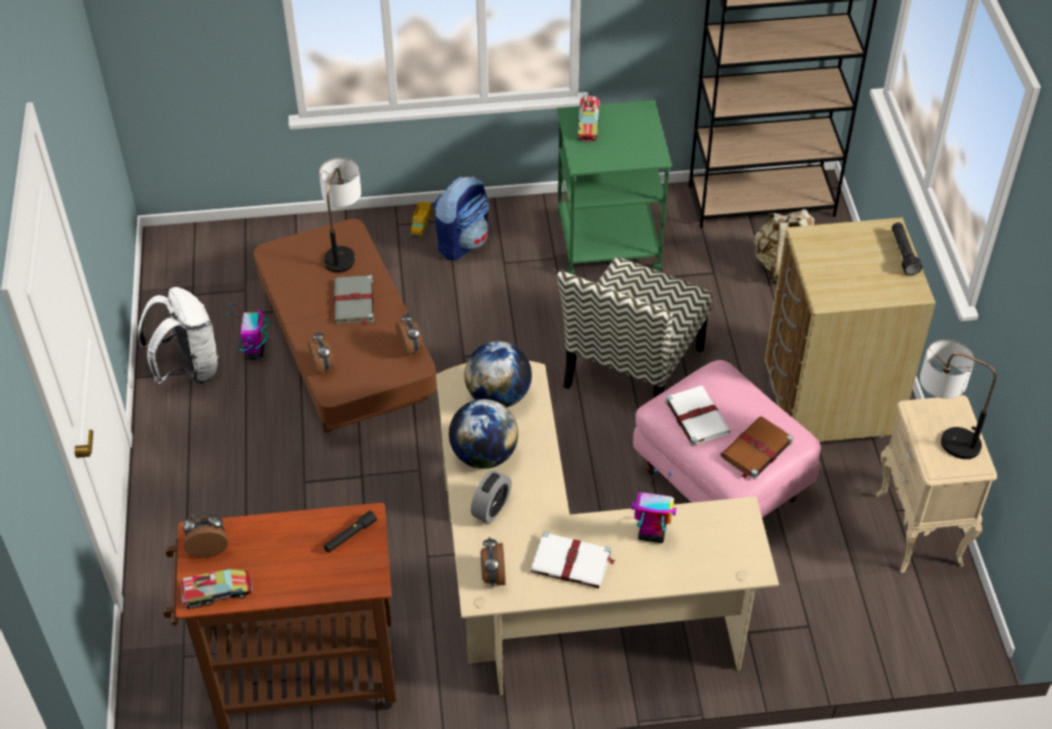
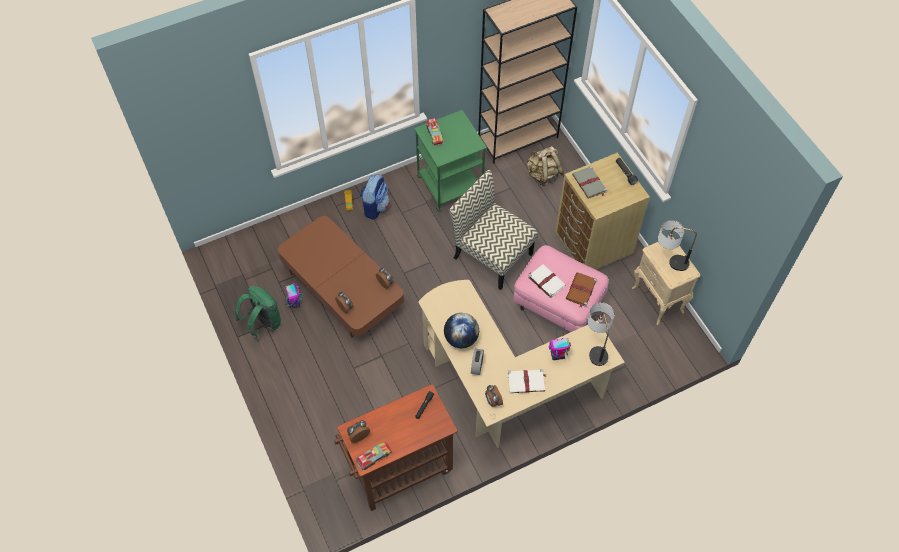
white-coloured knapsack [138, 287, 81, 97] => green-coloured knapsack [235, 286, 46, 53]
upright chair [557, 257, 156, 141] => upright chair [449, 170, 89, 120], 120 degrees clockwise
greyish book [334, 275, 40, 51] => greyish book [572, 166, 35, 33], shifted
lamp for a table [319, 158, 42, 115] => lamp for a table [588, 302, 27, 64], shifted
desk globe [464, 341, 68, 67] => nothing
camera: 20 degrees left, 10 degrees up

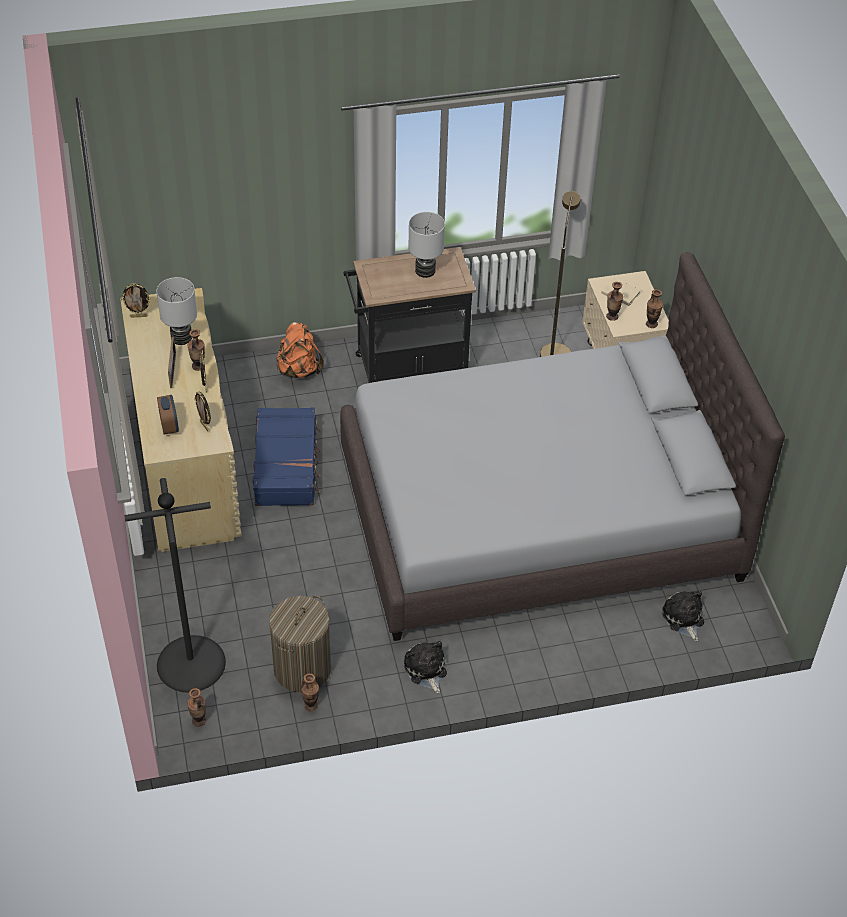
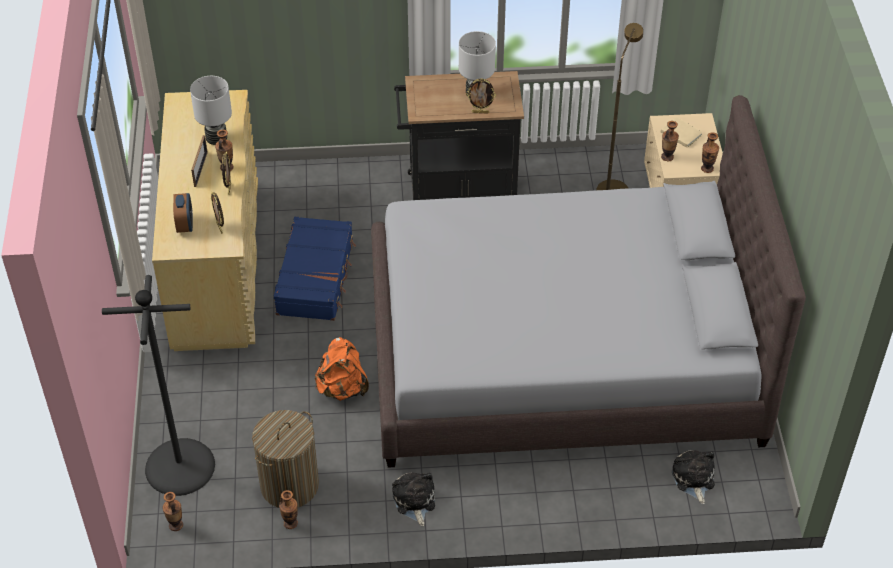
orange knapsack [276, 322, 48, 56] => orange knapsack [315, 337, 54, 64], shifted
picture frame [121, 283, 30, 34] => picture frame [466, 78, 30, 36], shifted
camera: 10 degrees right, 0 degrees up

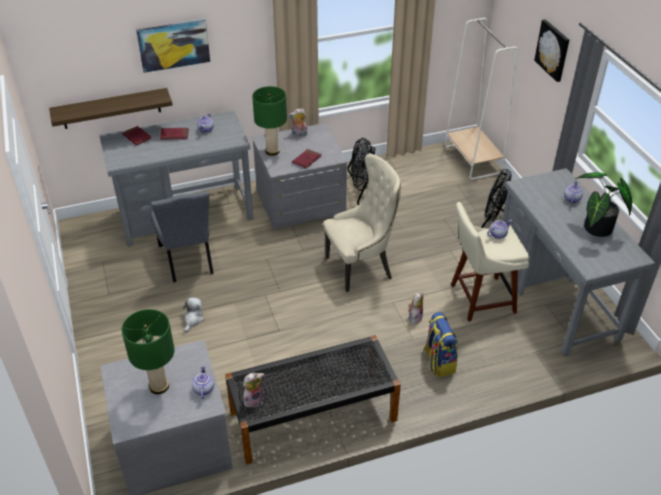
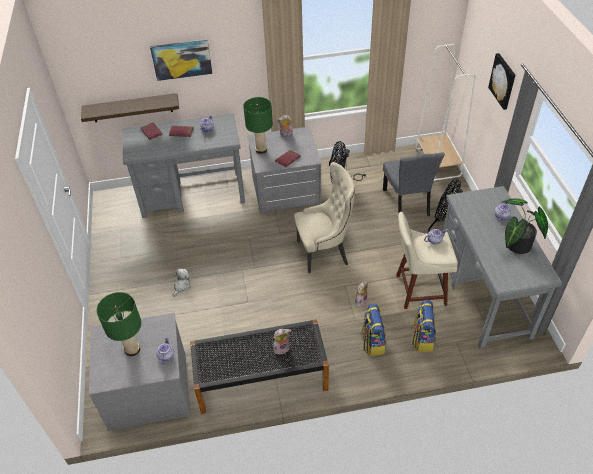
cuddly toy [243, 373, 22, 35] => cuddly toy [273, 329, 18, 25], shifted
greyish upright chair [150, 191, 64, 92] => greyish upright chair [383, 152, 62, 64], shifted
nothing => knapsack [411, 300, 25, 52]
camera: 10 degrees right, 5 degrees up

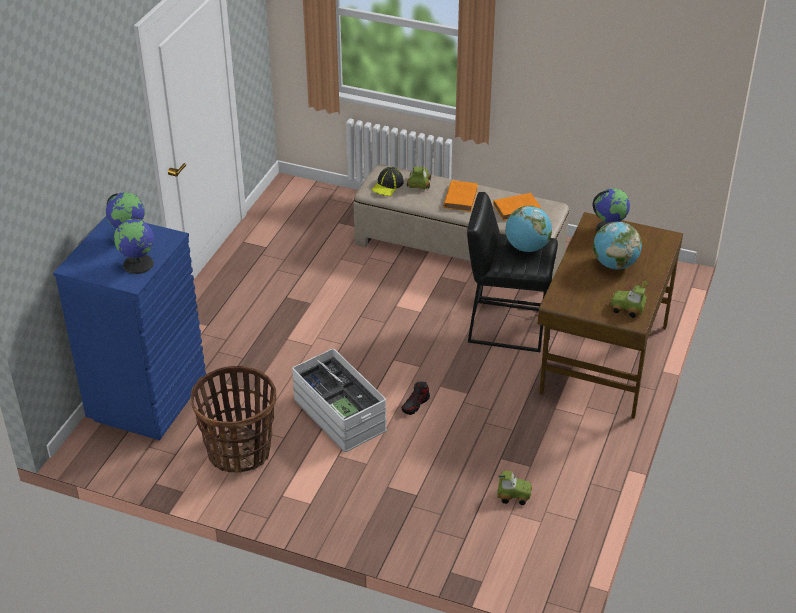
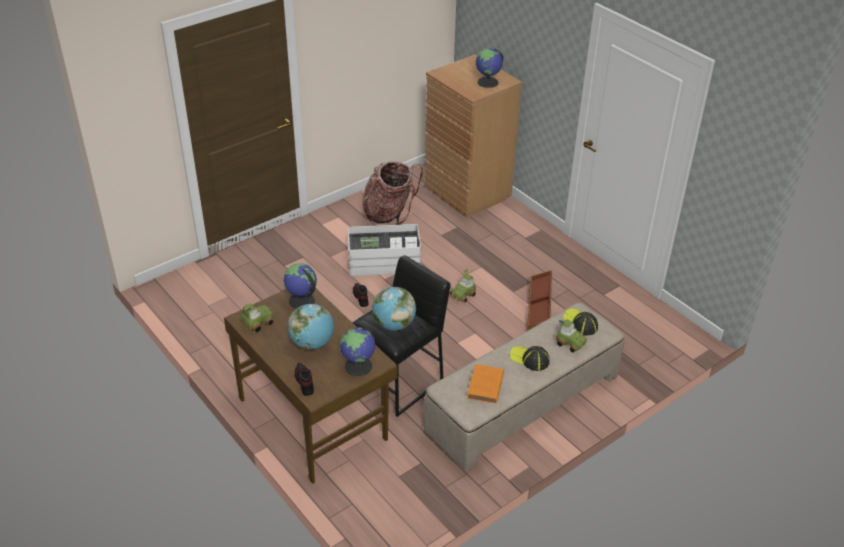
desk globe [114, 217, 40, 57] => desk globe [283, 263, 34, 46], shifted
nothing => low shoe [295, 363, 19, 33]
storage basket [191, 366, 85, 107] => knapsack [362, 161, 61, 64]
bluish chest of drawers [53, 216, 153, 224] => brown chest of drawers [424, 54, 99, 164]
model car [497, 471, 35, 34] => model car [450, 269, 26, 33], shifted
orange book [443, 180, 35, 31] => peaked cap [510, 346, 40, 25]
nothing => brown storage bin [527, 270, 25, 61]
camera: 120 degrees right, 0 degrees up

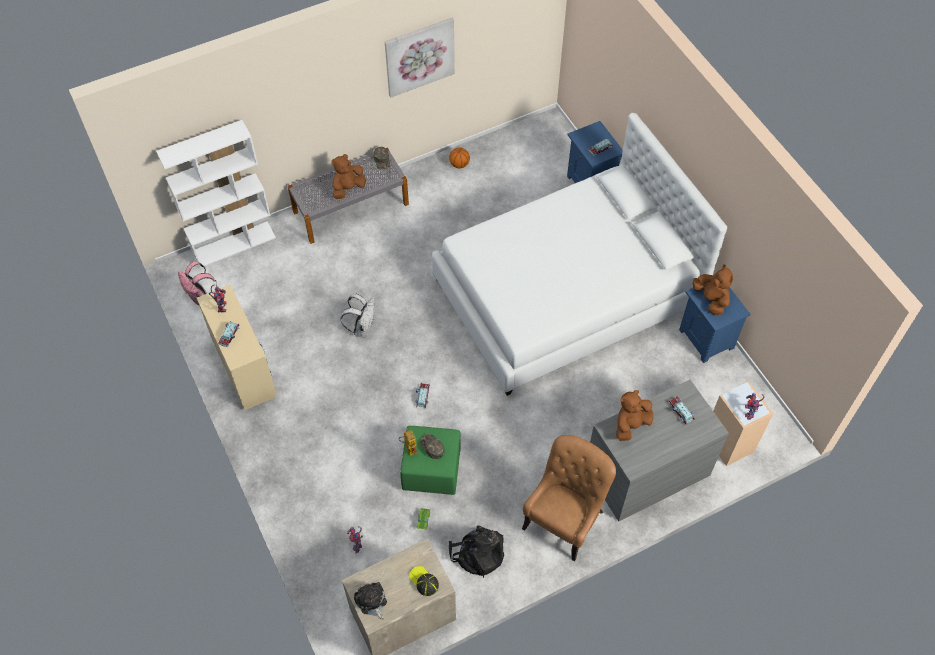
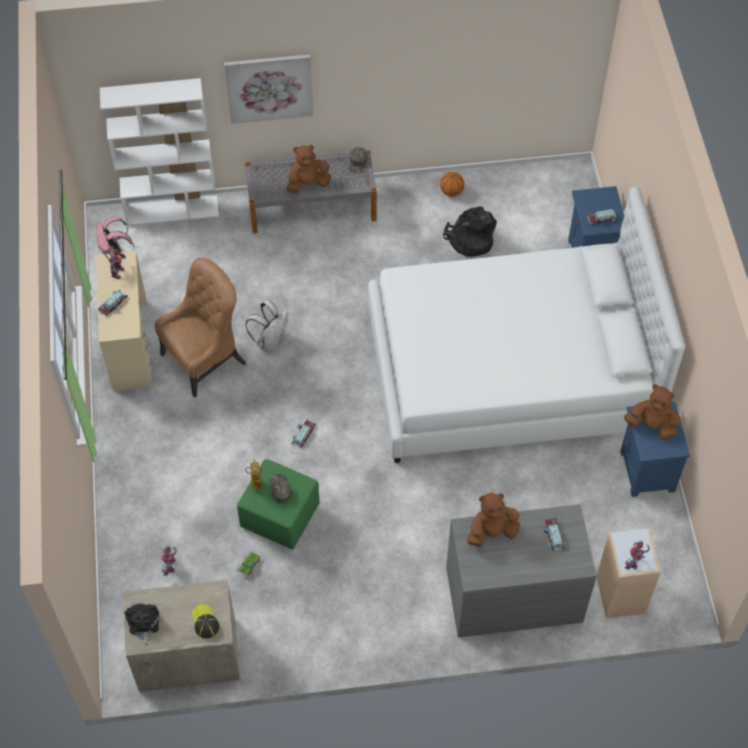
brown upright chair [522, 435, 94, 126] => brown upright chair [155, 258, 91, 140], shifted
wall art [385, 18, 70, 80] => wall art [224, 54, 90, 70], shifted
black knapsack [449, 526, 55, 52] => black knapsack [443, 207, 54, 50], shifted
brown cuddly toy [693, 264, 40, 51] => brown cuddly toy [624, 385, 57, 55], 60 degrees counterclockwise
camera: 20 degrees right, 0 degrees up

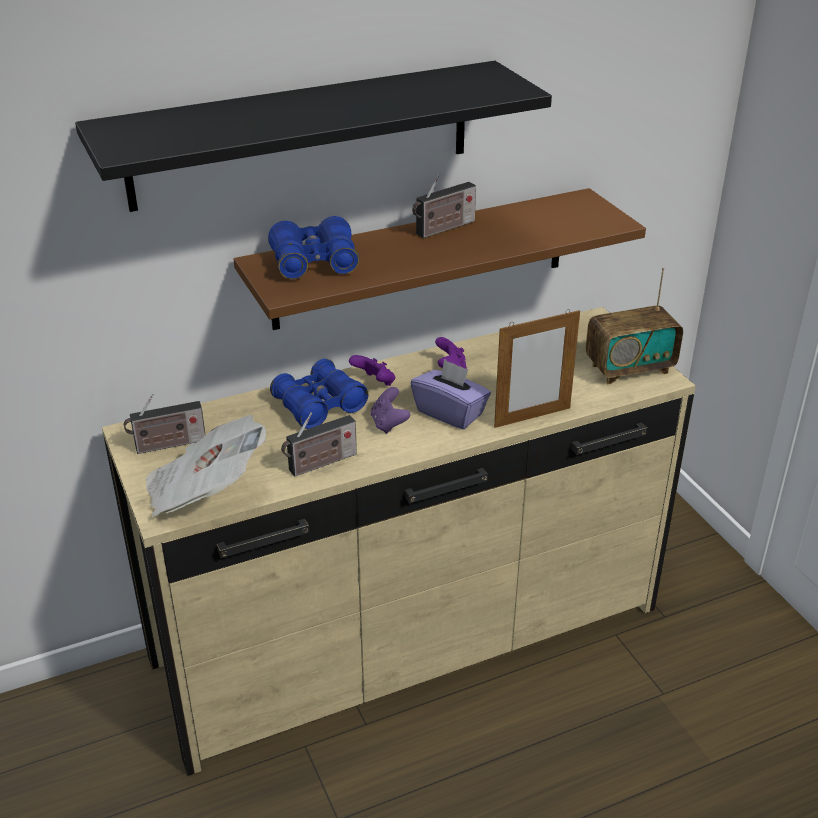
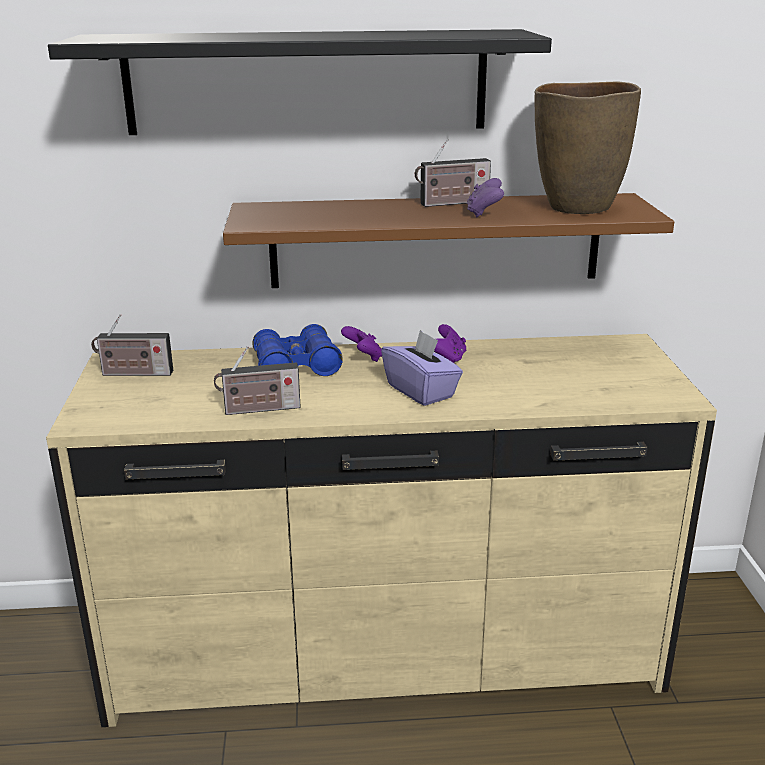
purple-coloured game controller [371, 387, 39, 47] => purple-coloured game controller [467, 178, 37, 39], shifted
nothing => brown decorative vase [534, 82, 107, 132]
newspaper [145, 415, 121, 102] => nothing
bluish field glasses [268, 216, 91, 63] => nothing
picture frame [494, 309, 86, 119] => nothing
radio set [586, 267, 97, 118] => nothing
camera: 20 degrees right, 10 degrees down

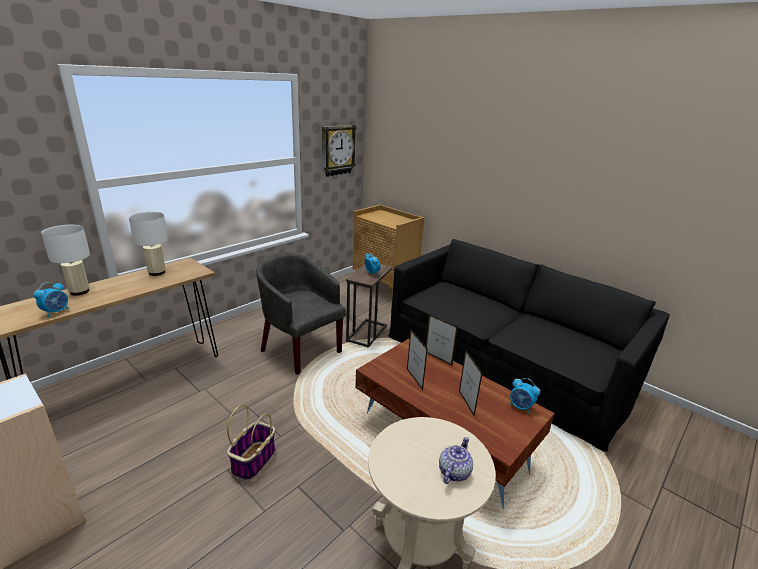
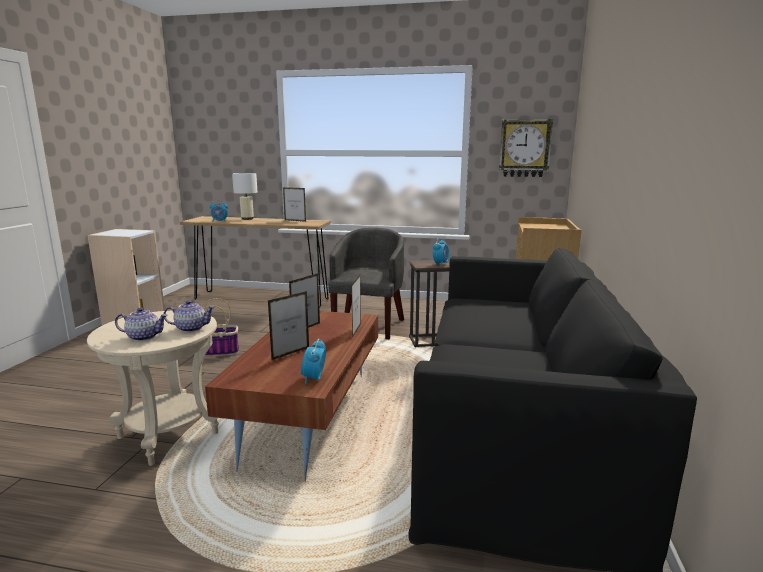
nothing => teapot [164, 300, 51, 32]
white-coloured lamp for a table [129, 212, 39, 64] => picture frame [283, 187, 23, 35]
camera: 60 degrees right, 10 degrees down

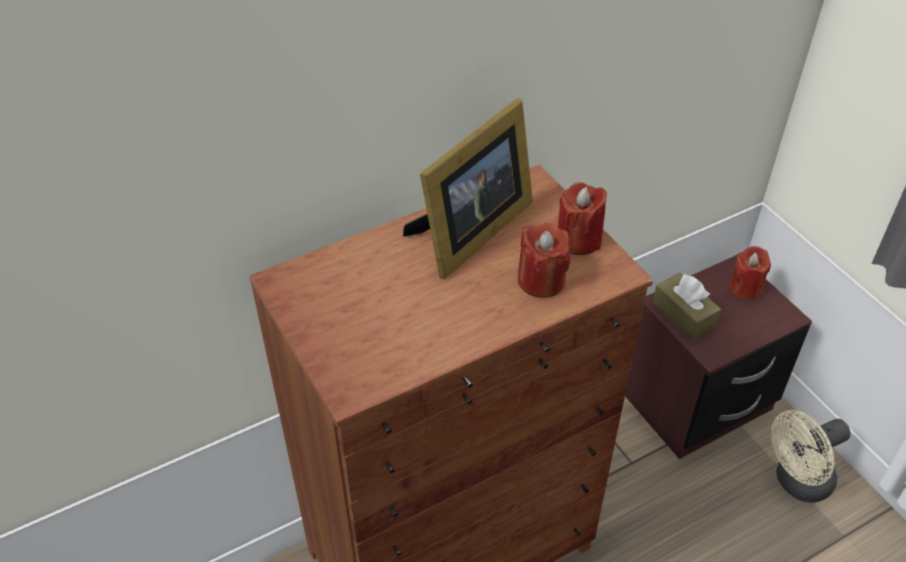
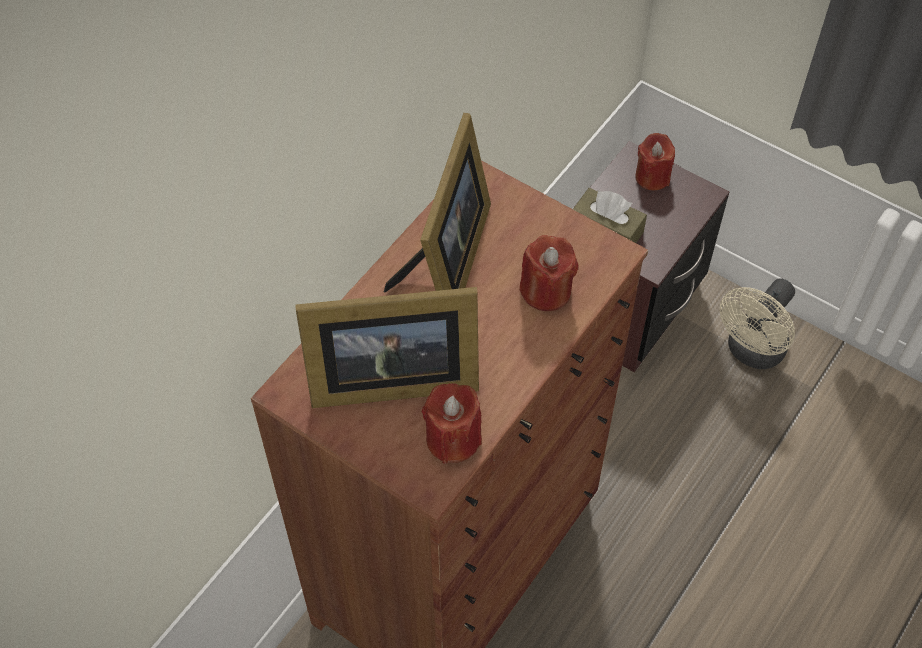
nothing => picture frame [295, 287, 184, 121]
red wax candle [557, 182, 50, 73] => red wax candle [422, 383, 60, 81], shifted
camera: 25 degrees left, 10 degrees up

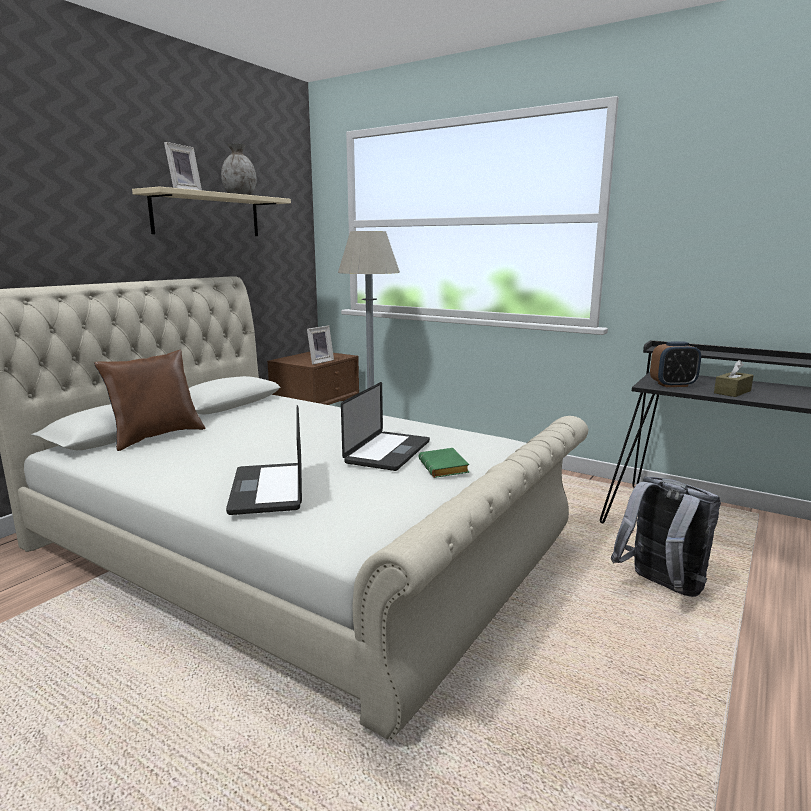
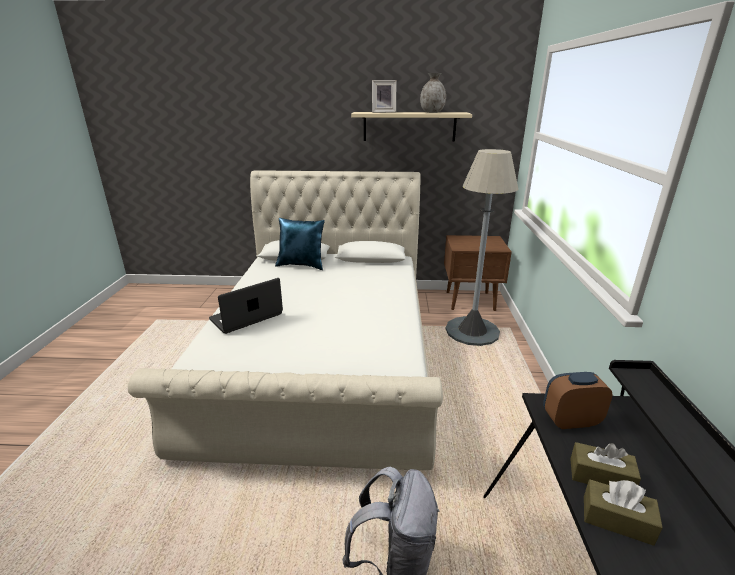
brown cushion [94, 350, 111, 101] => bluish cushion [275, 218, 50, 52]
table clock [650, 341, 51, 46] => table clock [543, 372, 69, 57], 120 degrees clockwise
nothing => brown tissue holder [584, 479, 79, 67]
picture frame [307, 326, 27, 39] => nothing
laptop [341, 382, 89, 89] => nothing
green-coloured book [419, 448, 50, 30] => nothing
camera: 60 degrees right, 10 degrees up

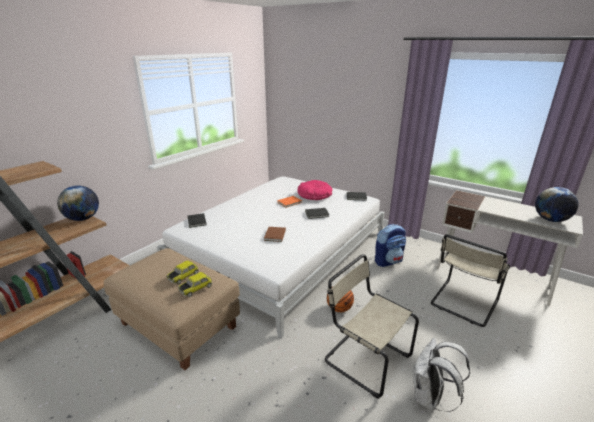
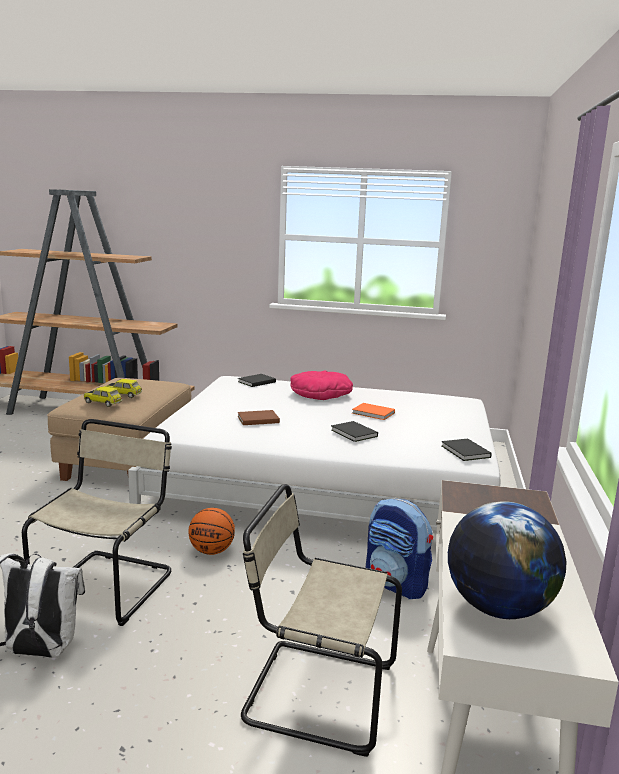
pink-coloured cushion [297, 180, 36, 20] => pink-coloured cushion [290, 370, 63, 30], shifted
desk globe [57, 185, 42, 36] => nothing
camera: 65 degrees right, 10 degrees down

